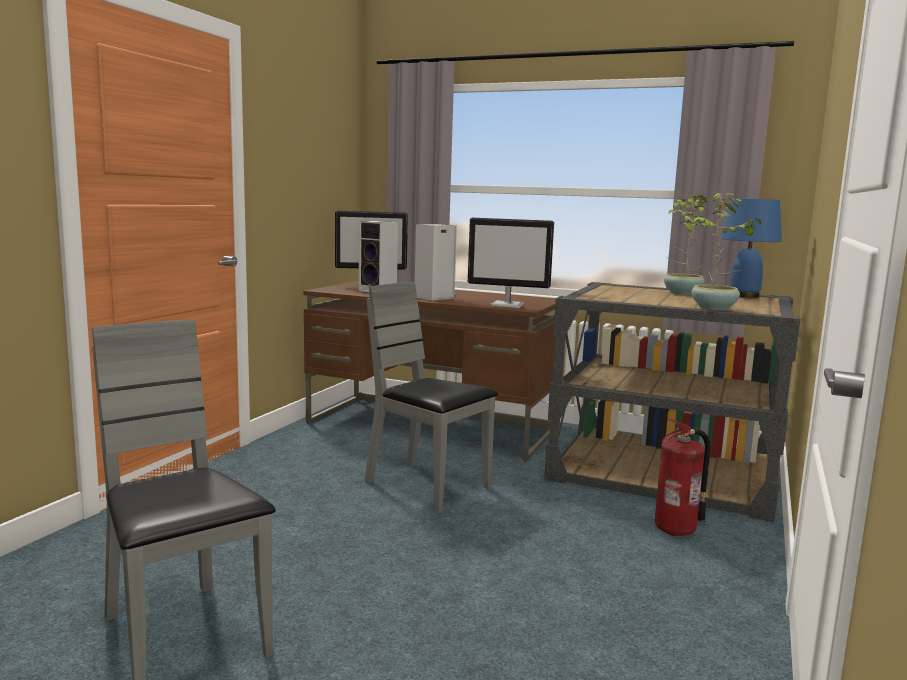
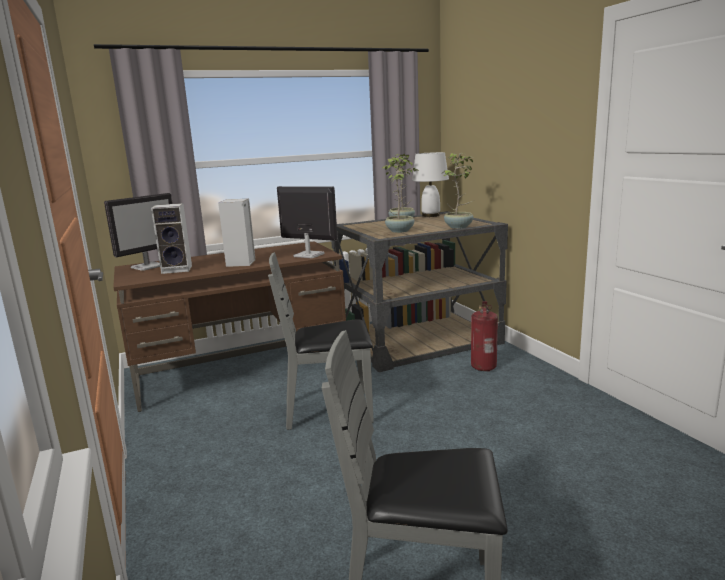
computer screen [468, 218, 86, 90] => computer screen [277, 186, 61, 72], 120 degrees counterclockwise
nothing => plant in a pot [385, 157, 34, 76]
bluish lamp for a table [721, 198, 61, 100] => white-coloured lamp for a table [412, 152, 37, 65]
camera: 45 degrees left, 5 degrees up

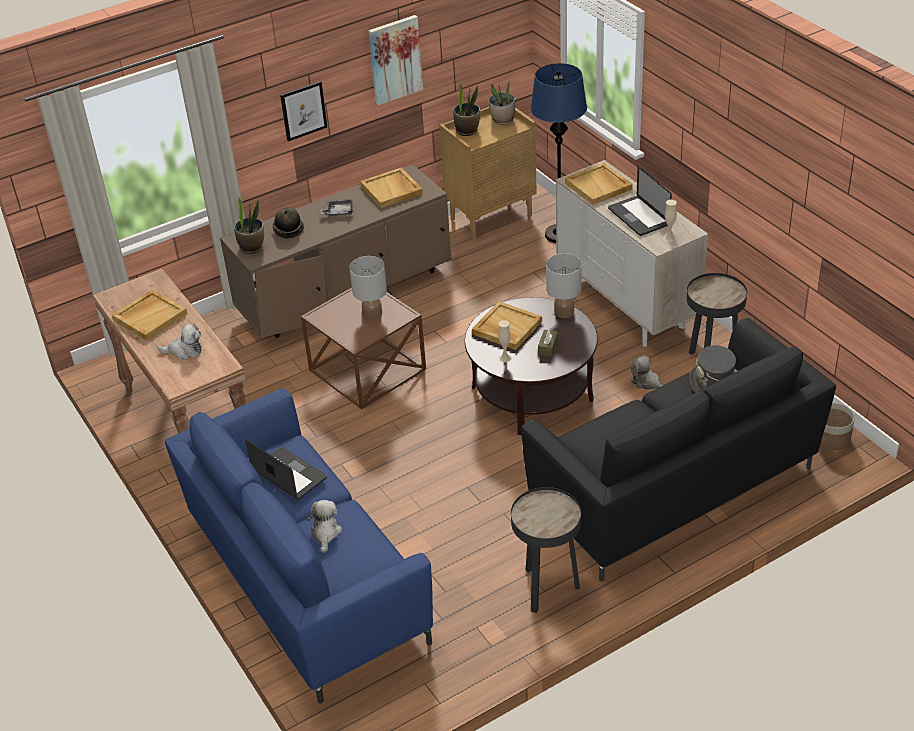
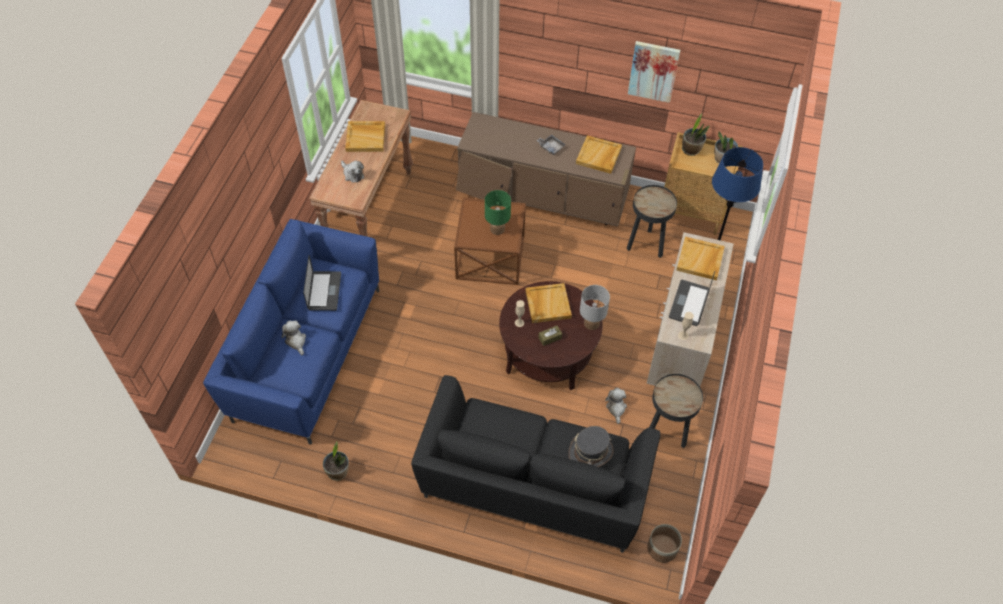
cuddly toy [307, 500, 35, 53] => cuddly toy [282, 321, 24, 34], 75 degrees counterclockwise
plant in a pot [234, 195, 30, 59] => plant in a pot [323, 441, 26, 40], shifted
greyish lamp for a table [349, 256, 38, 64] => green-coloured lamp for a table [485, 190, 26, 45]
black accent table [511, 487, 70, 126] => black accent table [627, 185, 50, 73], shifted
clothing hat [273, 207, 31, 31] => nothing
wall art [280, 81, 47, 60] => nothing
camera: 45 degrees right, 15 degrees up

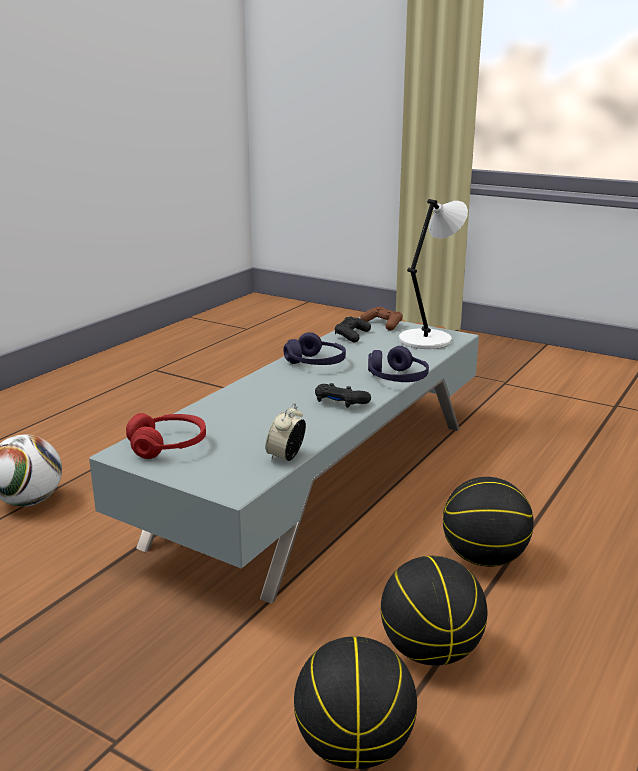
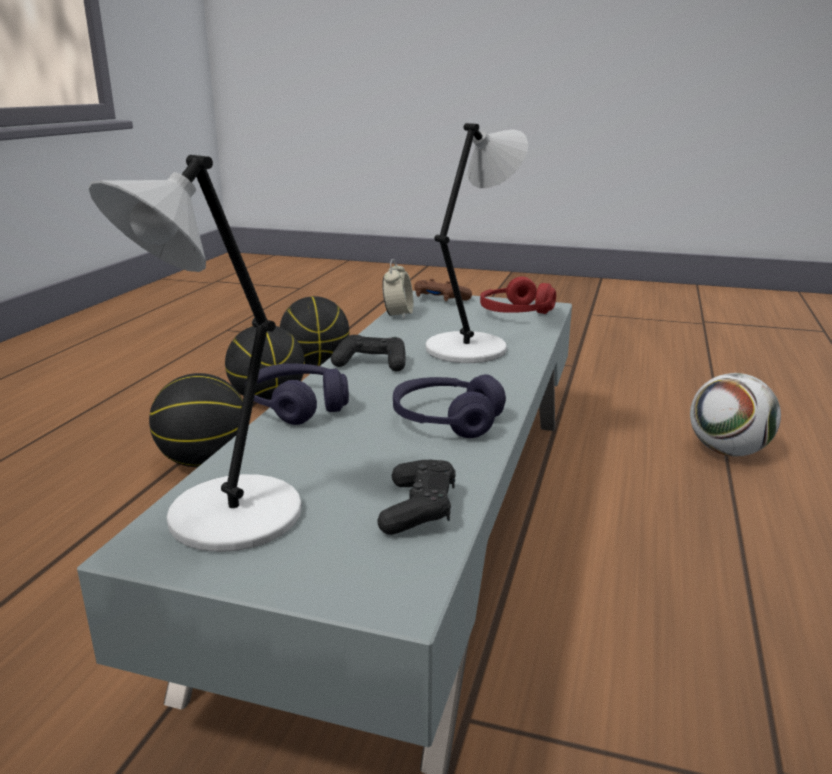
brown game controller [360, 307, 43, 24] => brown game controller [414, 279, 58, 22], shifted
nothing => greyish lamp for a table [425, 123, 103, 240]
camera: 165 degrees right, 0 degrees up

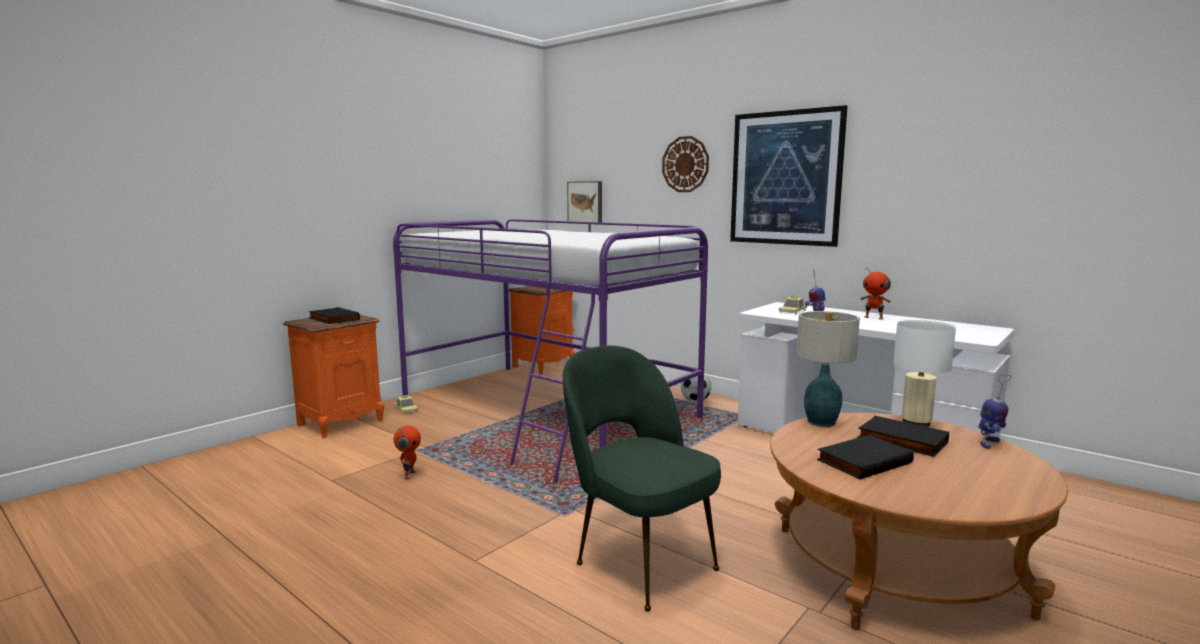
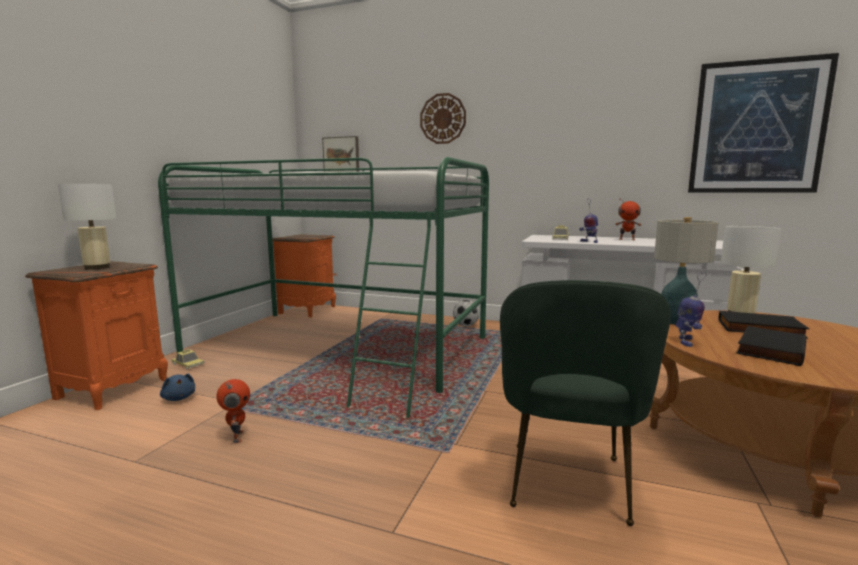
black book [309, 307, 51, 17] => white-coloured lamp for a table [58, 184, 58, 86]
purple-coloured sleeping bed [393, 219, 315, 264] => green-coloured sleeping bed [158, 157, 331, 261]
nothing => bluish cuddly toy [160, 374, 35, 27]
green-coloured upright chair [563, 345, 158, 267] => green-coloured upright chair [500, 280, 171, 246], 105 degrees counterclockwise
robot figure [978, 375, 33, 74] => robot figure [675, 272, 32, 75], shifted
wall art [730, 105, 117, 142] => wall art [688, 53, 151, 140], shifted
camera: 20 degrees left, 0 degrees up

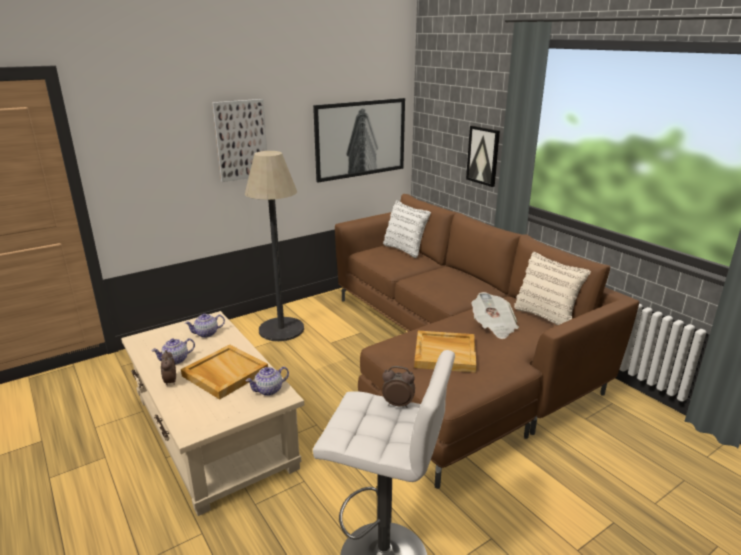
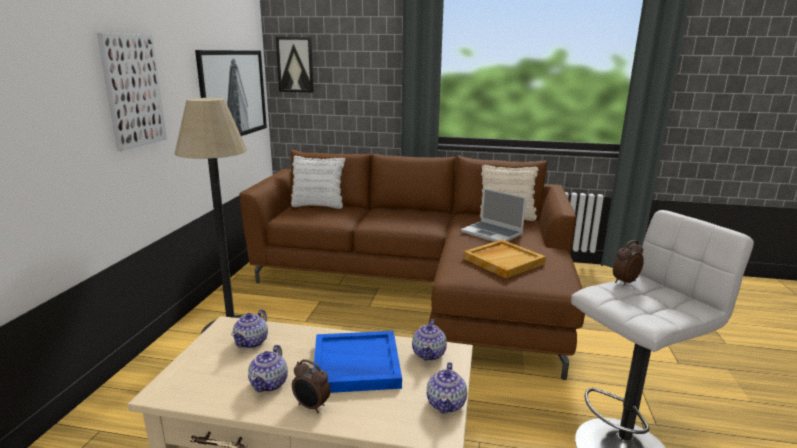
wall art [466, 126, 34, 61] => wall art [276, 37, 38, 55], shifted
beige-coloured carrying tray [181, 345, 87, 55] => bluish carrying tray [313, 331, 89, 62]
nothing => teapot [427, 362, 40, 52]
newspaper [471, 292, 48, 47] => laptop [461, 188, 65, 54]
camera: 45 degrees left, 5 degrees down

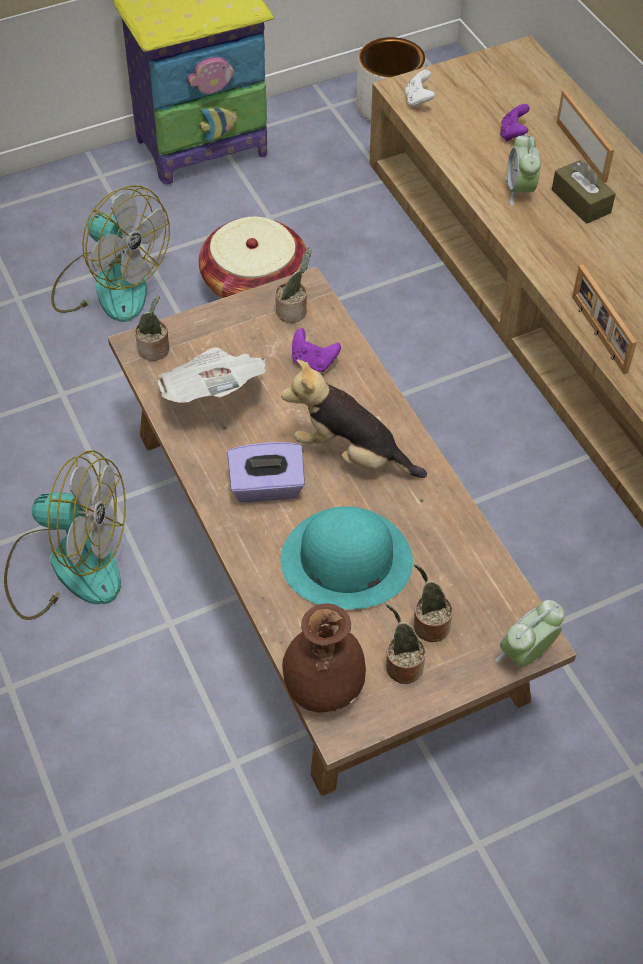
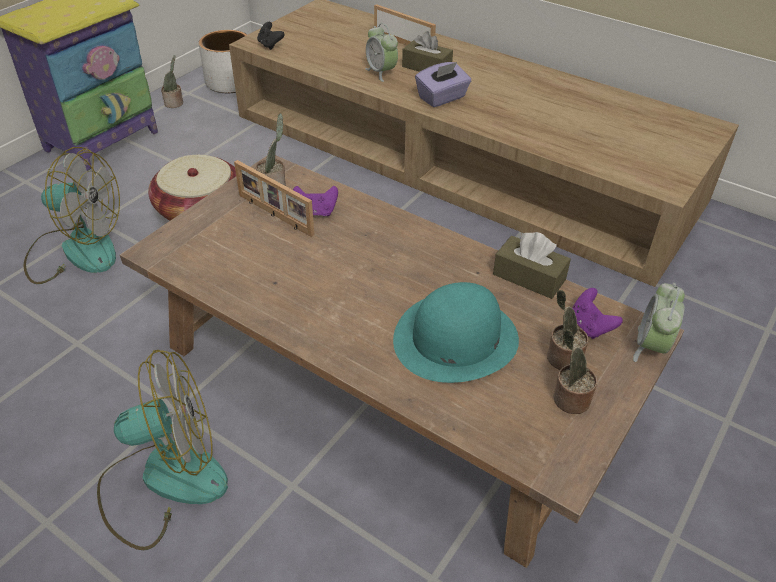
plant in a pot [135, 295, 34, 66] => plant in a pot [161, 55, 22, 53], shifted
picture frame [572, 265, 65, 109] => picture frame [234, 160, 81, 77], shifted
white-coloured game controller [405, 70, 30, 39] => black game controller [257, 22, 28, 28]
purple-coloured tissue holder [227, 442, 78, 60] => purple-coloured tissue holder [415, 62, 56, 45], shifted
nothing => brown tissue holder [493, 232, 78, 67]
purple-coloured game controller [500, 104, 30, 38] => purple-coloured game controller [572, 288, 51, 51], shifted
newspaper [158, 347, 108, 56] => nothing
cuddly toy [281, 359, 146, 119] => nothing
brown decorative vase [282, 603, 84, 110] => nothing
camera: 30 degrees left, 10 degrees down

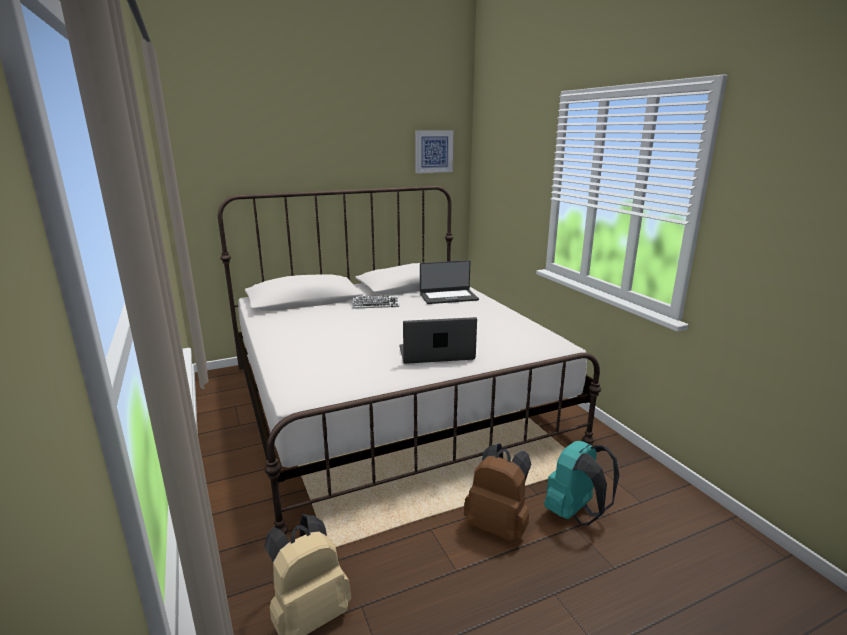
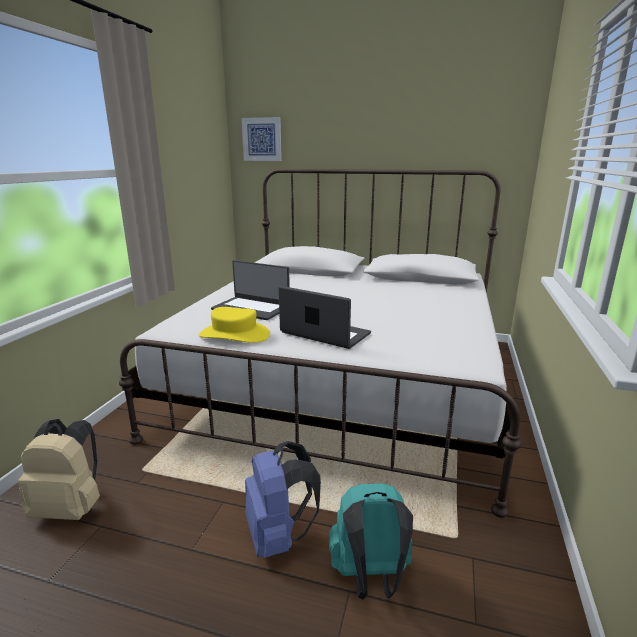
nothing => yellow-coloured clothing hat [199, 307, 71, 36]
laptop [420, 260, 59, 44] => laptop [211, 260, 79, 60], shifted
wall art [415, 130, 38, 43] => wall art [241, 117, 41, 44], shifted
brown knapsack [464, 443, 67, 99] => bluish knapsack [245, 441, 76, 117]
computer keyboard [353, 295, 46, 14] => nothing
camera: 40 degrees right, 0 degrees up

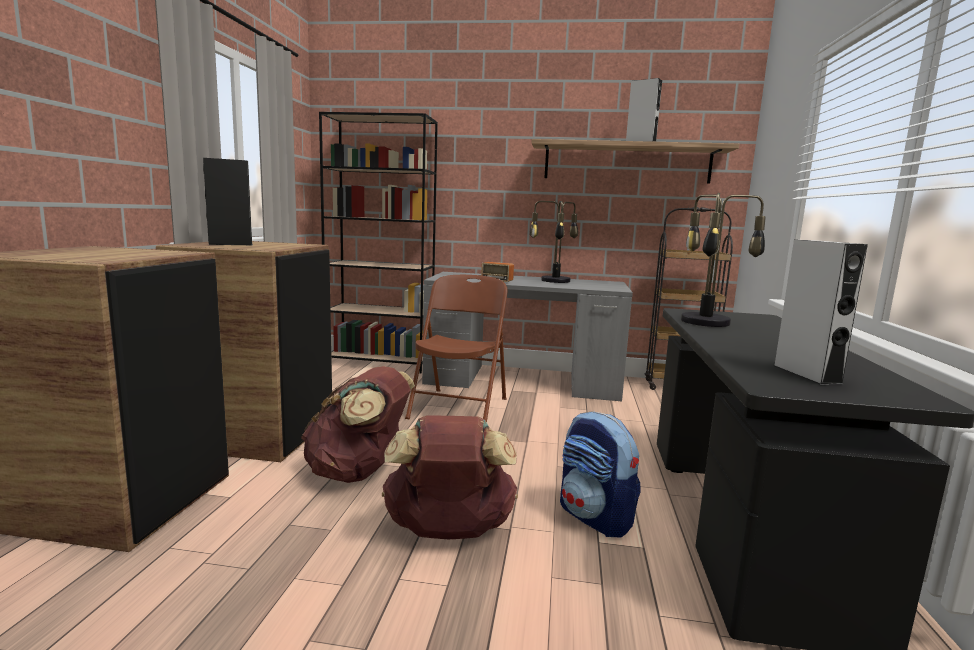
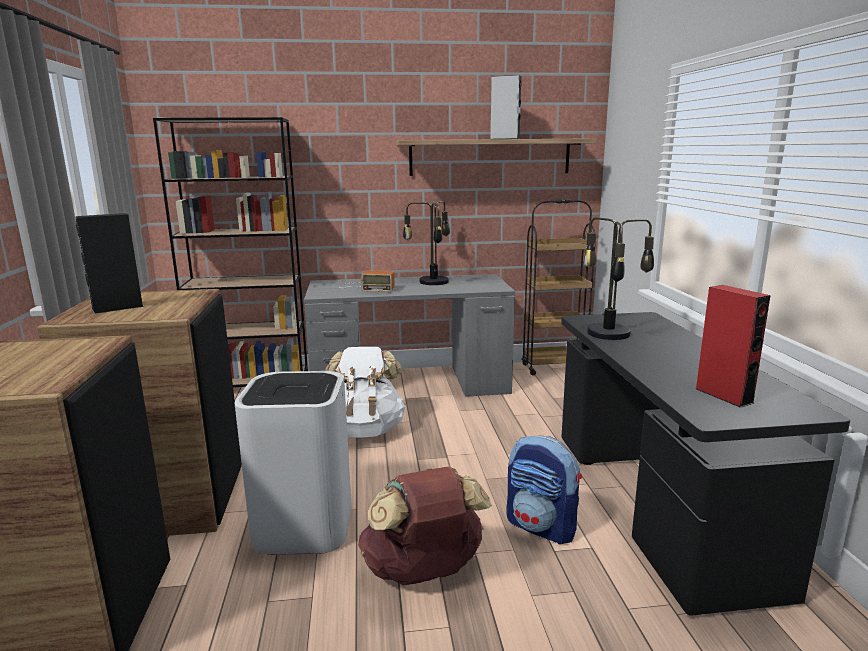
brown knapsack [301, 366, 114, 117] => white-coloured waste bin [235, 371, 117, 184]
brown upright chair [405, 275, 103, 147] => white-coloured knapsack [325, 347, 81, 91]
greyish speaker [774, 240, 94, 145] => red speaker [696, 285, 75, 123]
camera: 15 degrees left, 5 degrees up

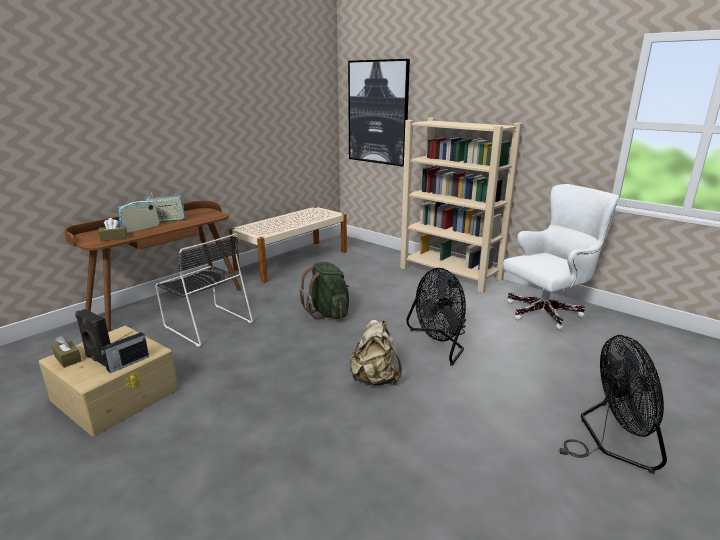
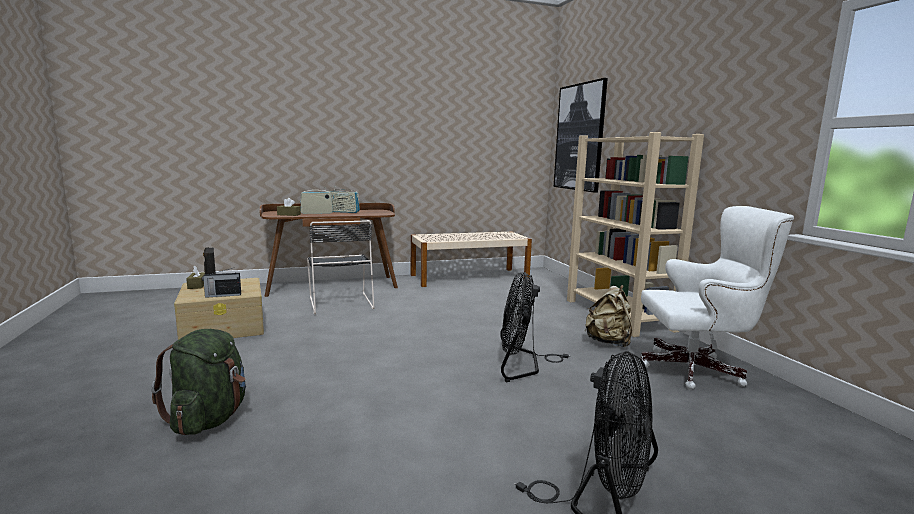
green-coloured knapsack [299, 262, 50, 58] => green-coloured knapsack [151, 329, 95, 106], shifted
beige-coloured knapsack [350, 320, 52, 66] => beige-coloured knapsack [585, 285, 47, 62], shifted
camera: 30 degrees right, 10 degrees down

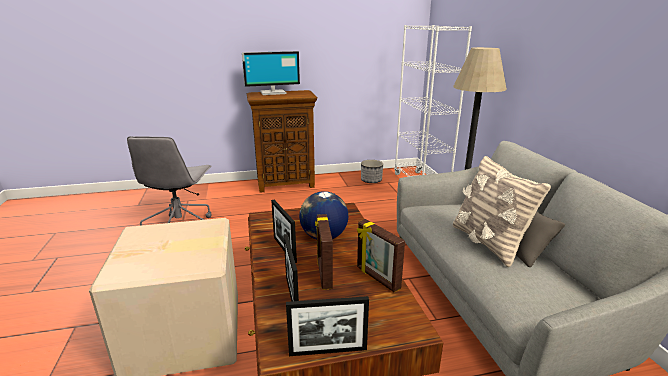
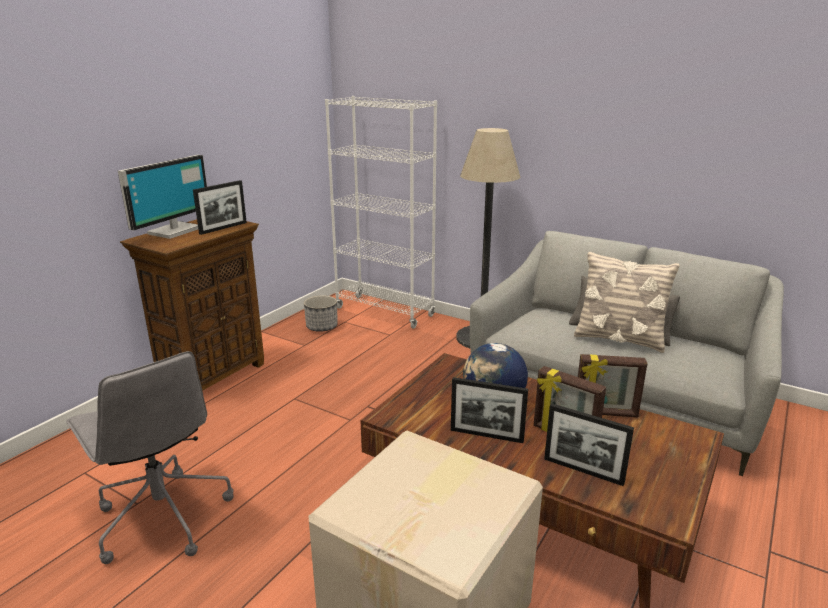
picture frame [286, 296, 83, 60] => picture frame [193, 180, 54, 55], shifted
camera: 45 degrees left, 0 degrees up

